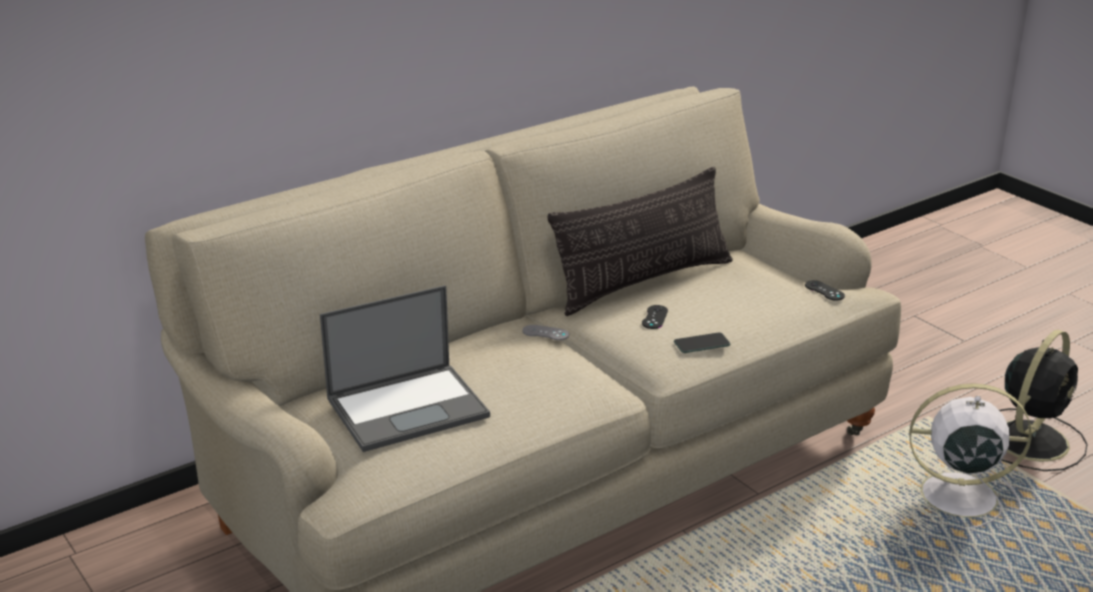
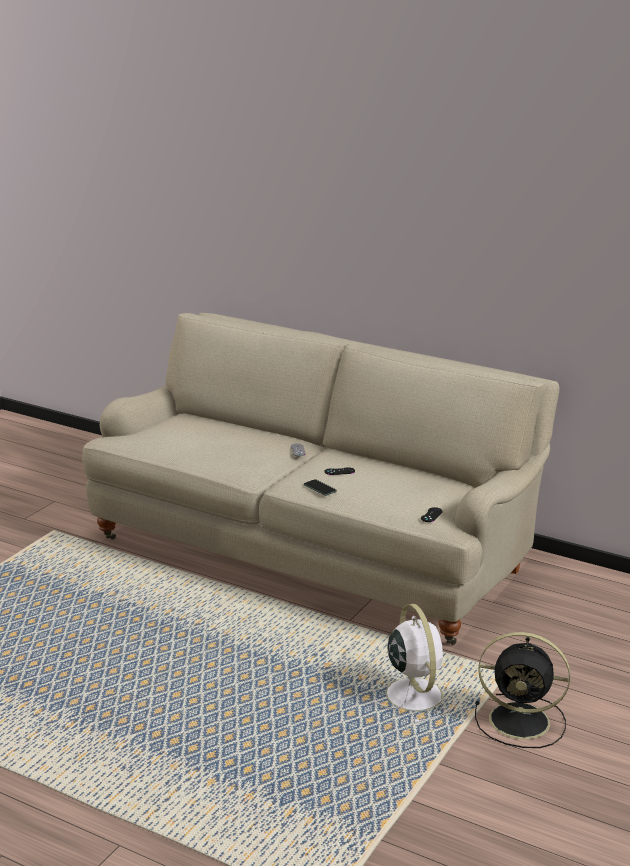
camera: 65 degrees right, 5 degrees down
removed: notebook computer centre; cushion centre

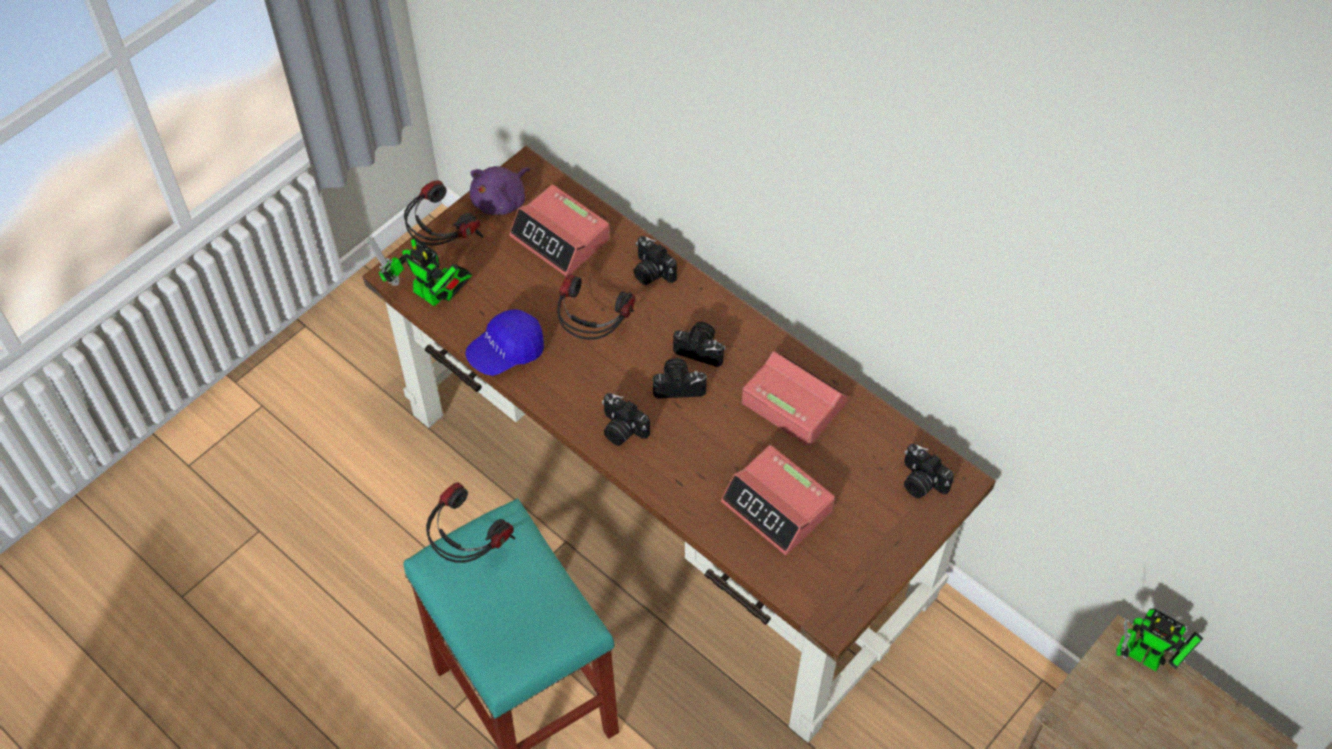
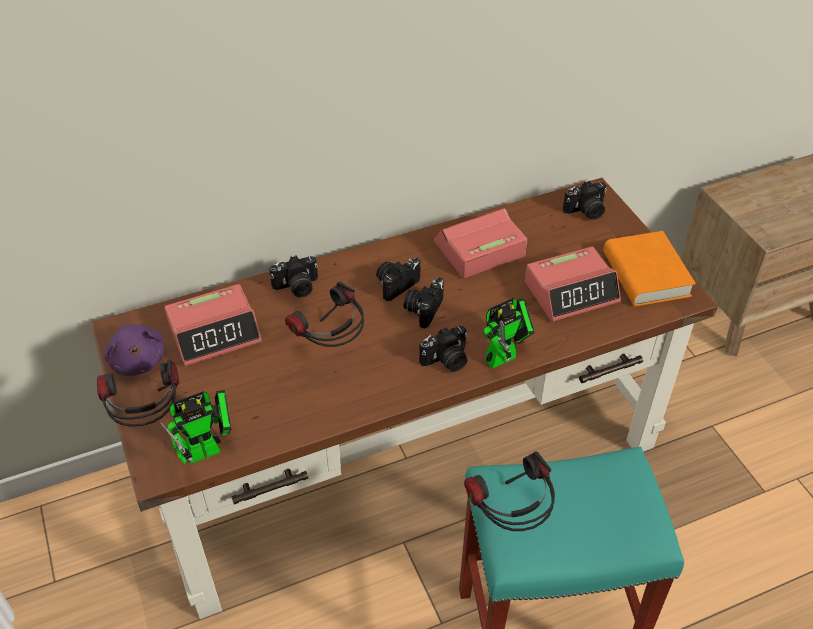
camera: 65 degrees left, 10 degrees down
removed: bluish baseball cap centre
added: orangey bound book middle right
moved: model robot (2nd from left) bottom right to centre

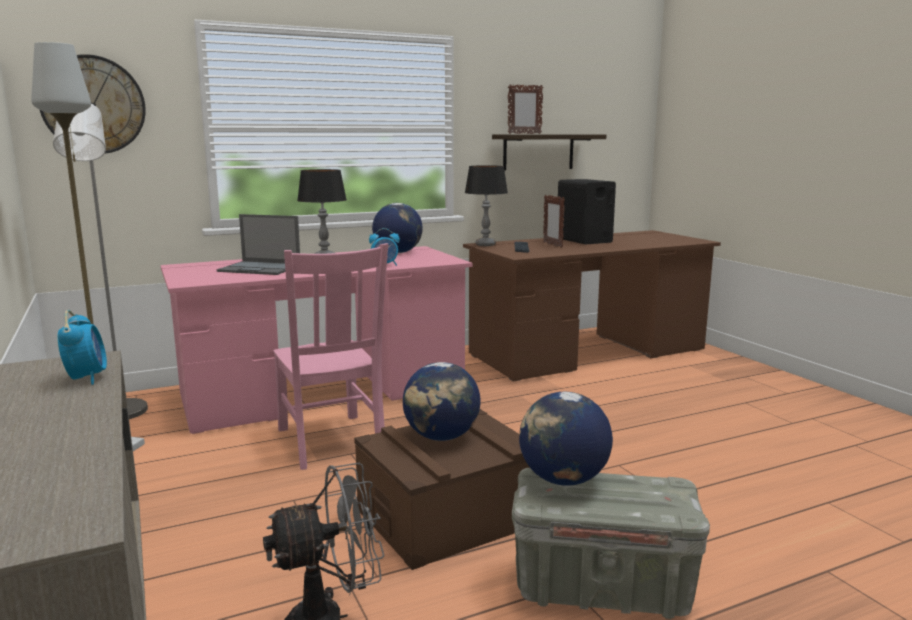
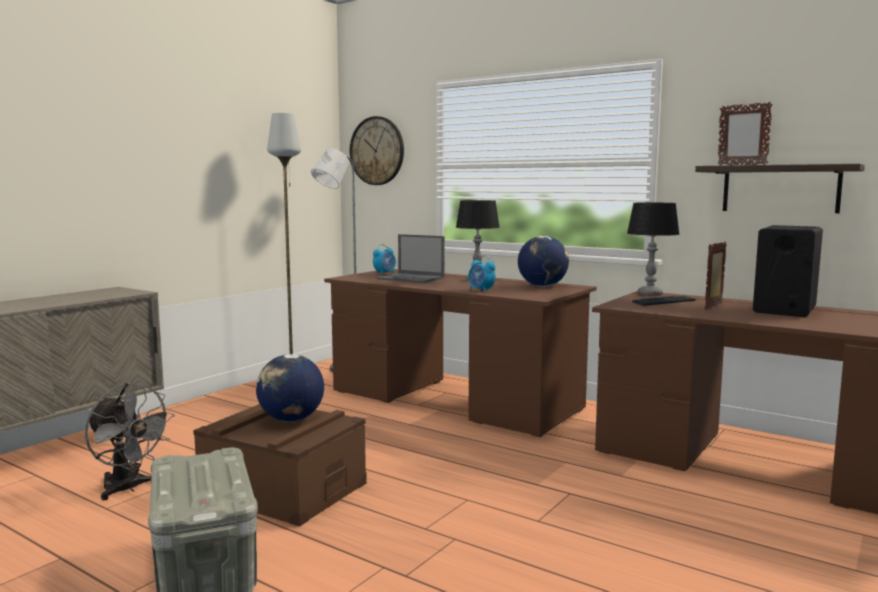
camera: 60 degrees right, 5 degrees down
removed: pink upright chair centre; desk globe (3rd from left) bottom centre
moved: alarm clock (1st from left) middle left to centre
recoloured: pink desk unit centre to brown desk unit (1st from left) centre
turned: notebook computer middle left = centre 45 degrees counterclockwise

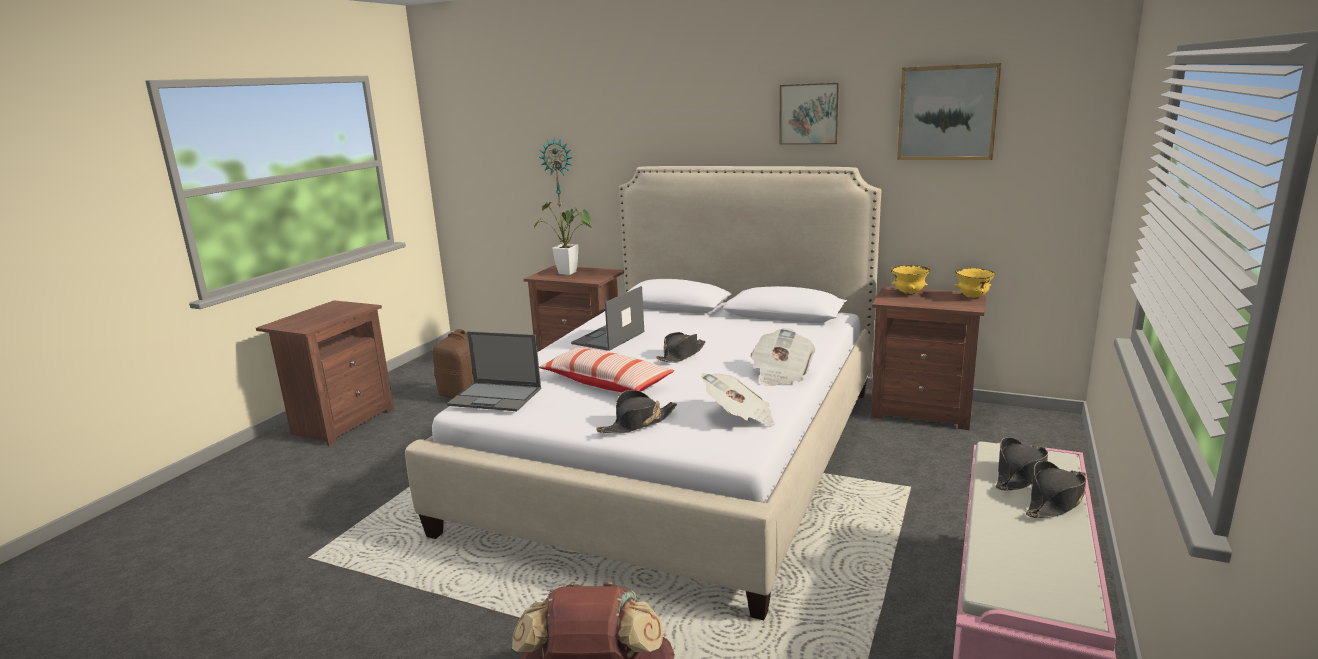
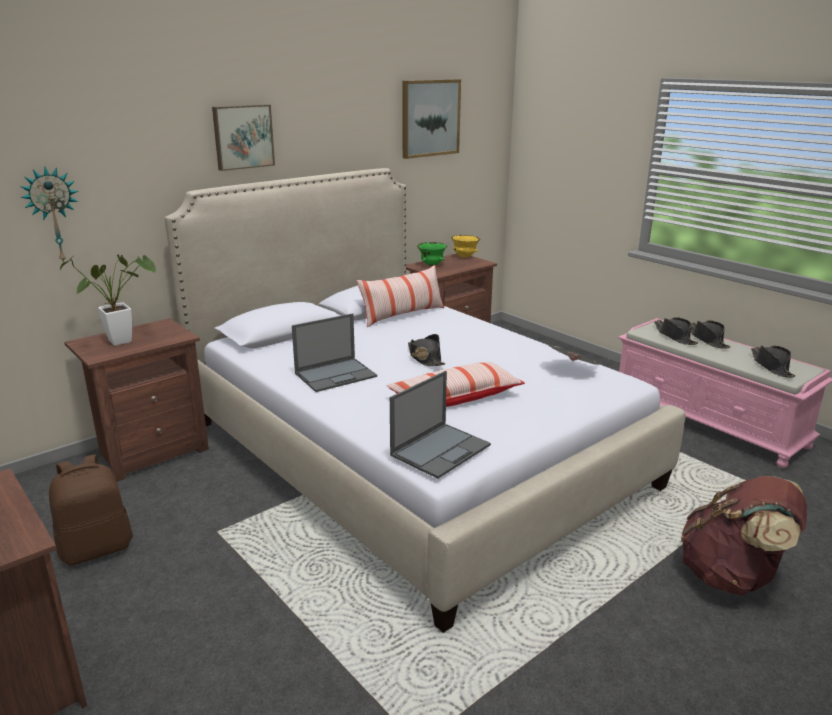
camera: 65 degrees left, 5 degrees up
removed: newspaper (2nd from left) centre
added: cushion (1st from left) centre
moved: black-coloured hat (1st from left in the first image) centre to black-coloured hat (4th from left) middle right; wall picture (1st from left) top centre to top left
recoloured: yellow bowl (1st from left) middle right to greenish bowl centre
turned: notebook computer (2nd from left in the first image) centre = centre 90 degrees counterclockwise

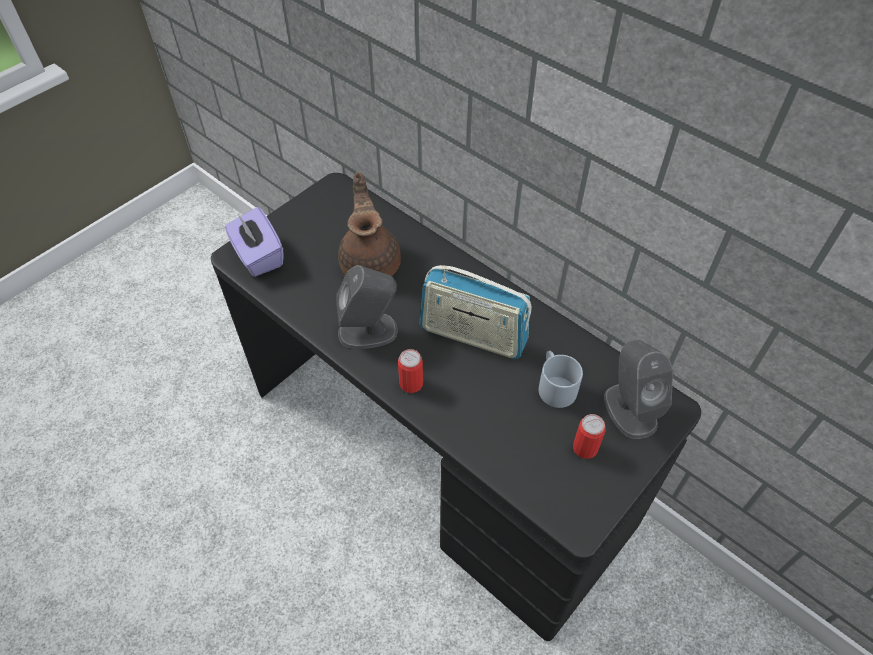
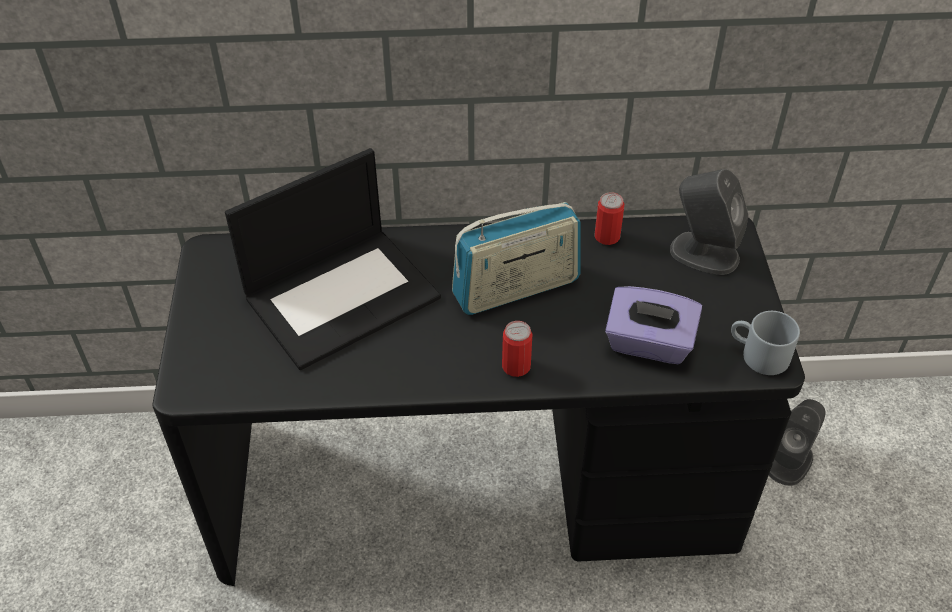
camera: 45 degrees left, 5 degrees down
moved: purple box of tissues middle left to middle right; grey audio speaker (1st from left in the first image) centre to grey audio speaker (2nd from left) bottom right; grey tea mug centre to middle right; sealed can (2nd from left) middle right to centre
replaced: brown pot for tea centre to notebook computer centre

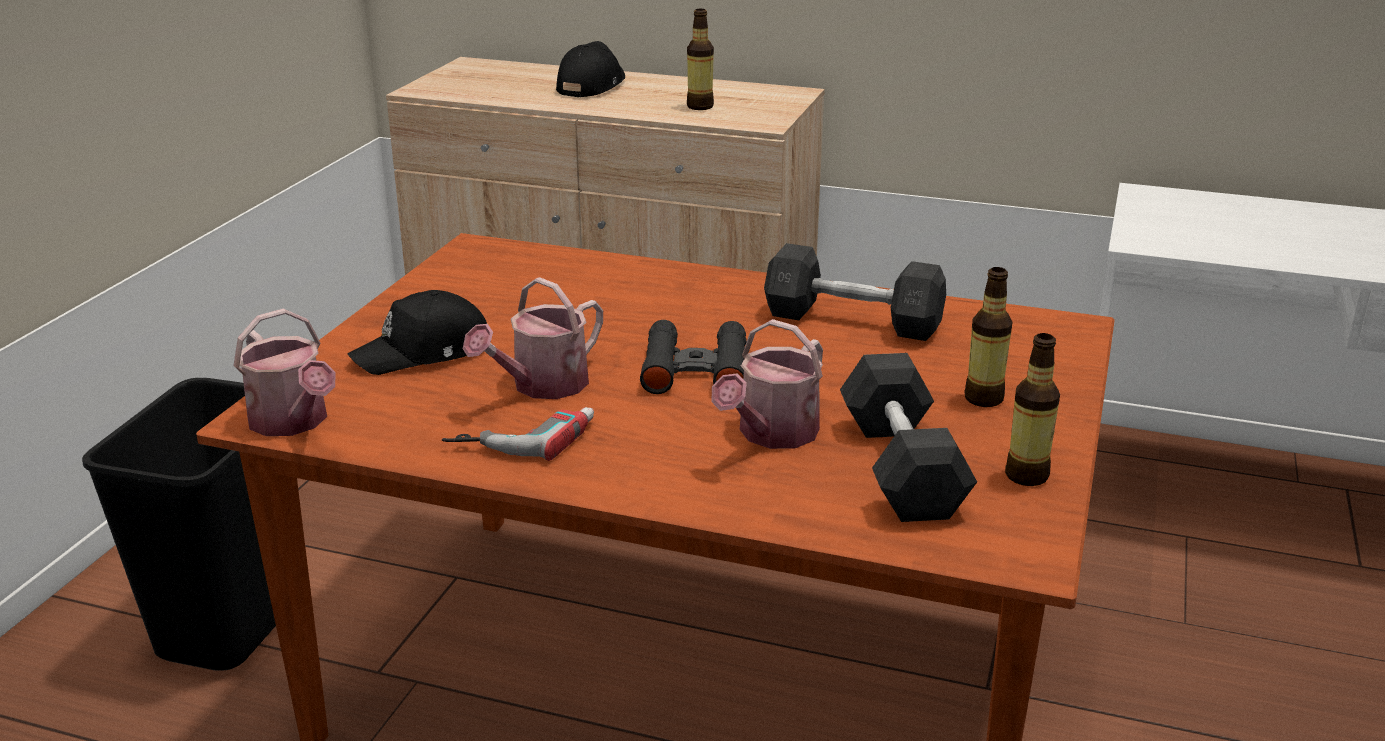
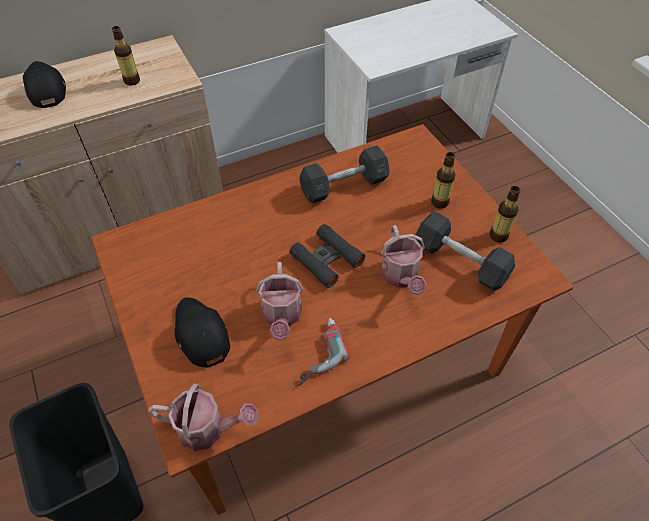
camera: 45 degrees left, 25 degrees up
turned: black-coloured baseball cap (1st from left in the first image) middle left = middle left 135 degrees clockwise

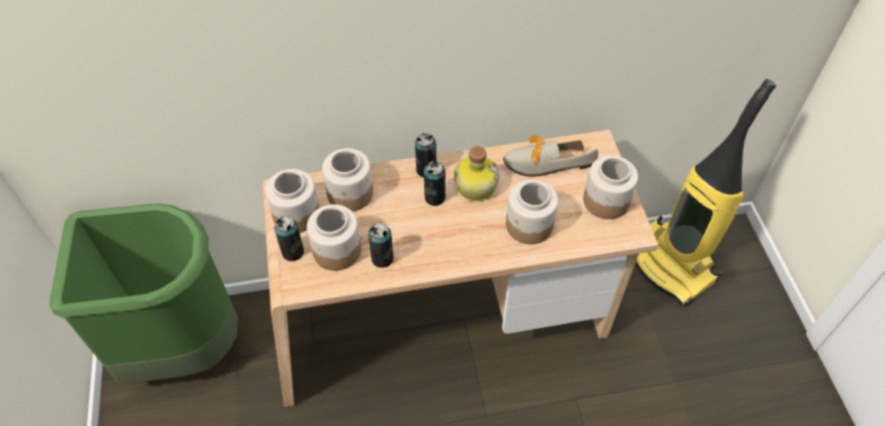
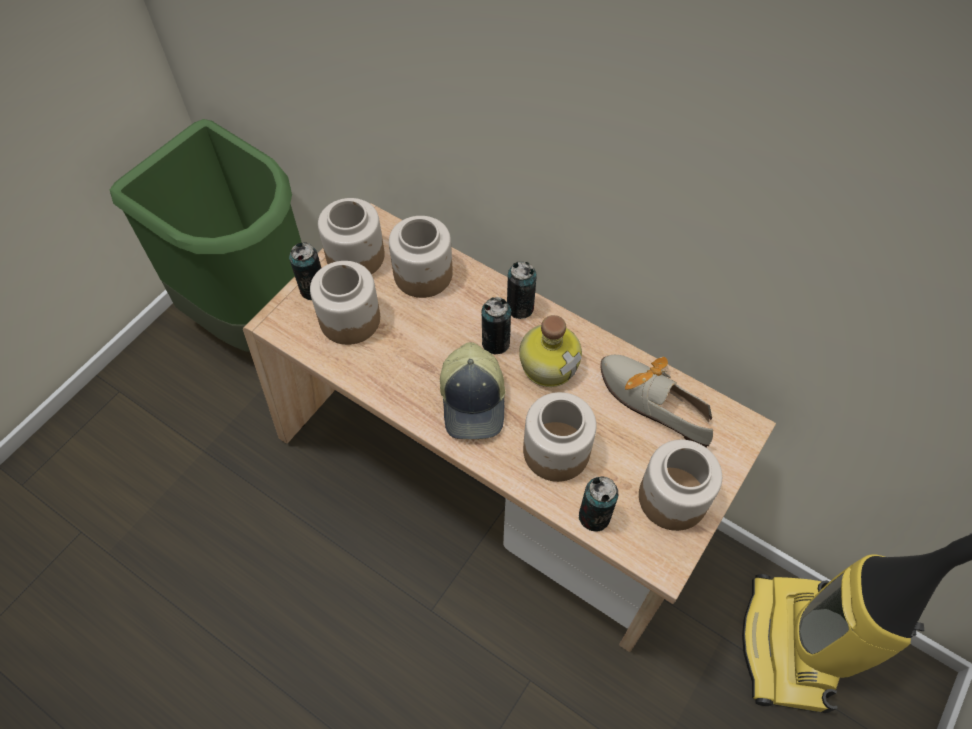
camera: 45 degrees right, 5 degrees up
added: baseball cap centre
moved: sealed can (2nd from left in the first image) centre to sealed can (4th from left) bottom centre

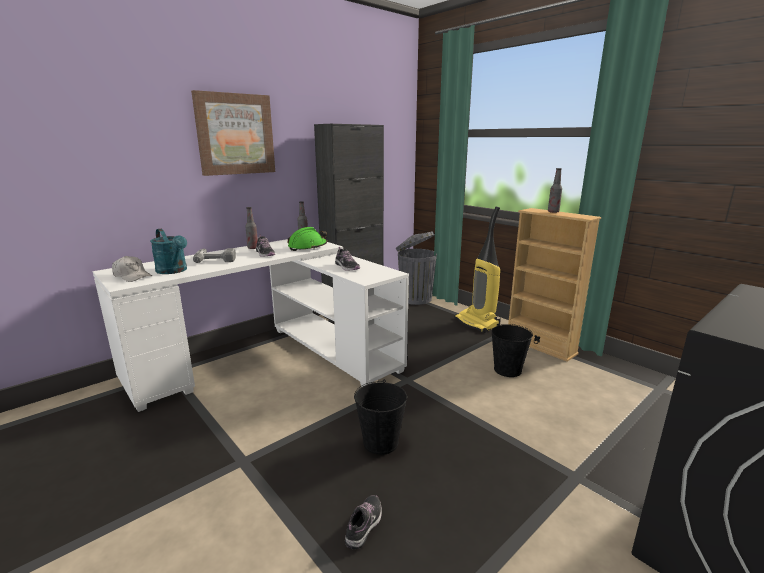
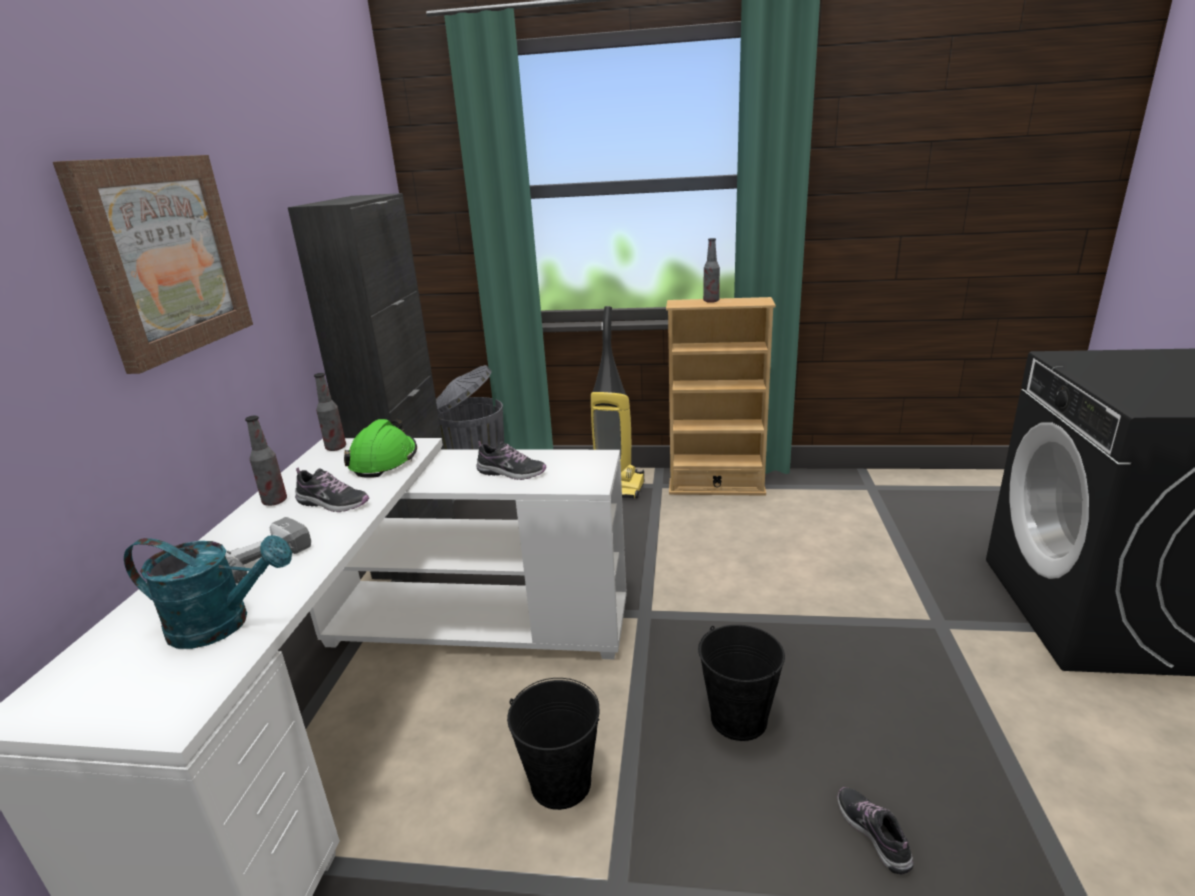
camera: 40 degrees left, 5 degrees up
removed: white-coloured baseball cap middle left
moved: black-coloured water bucket (2nd from left in the first image) middle right to black-coloured water bucket (1st from left) bottom centre

